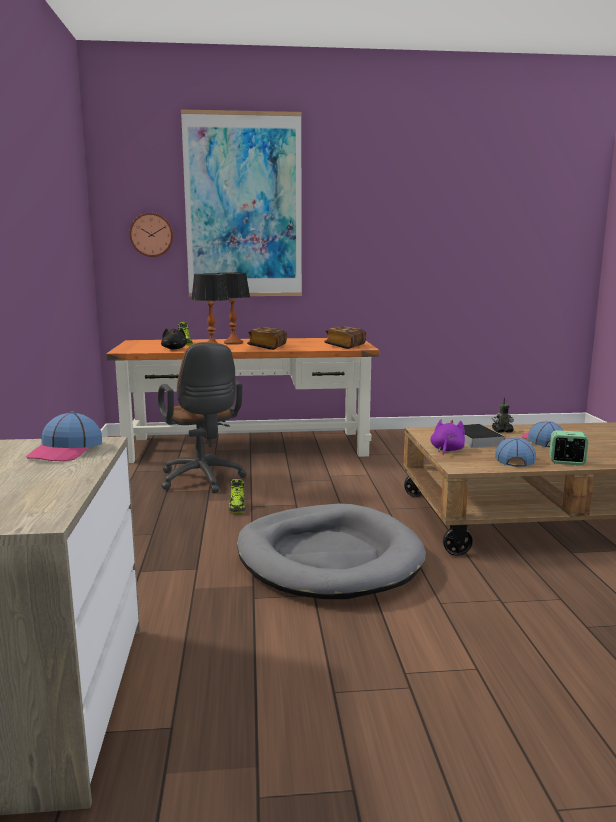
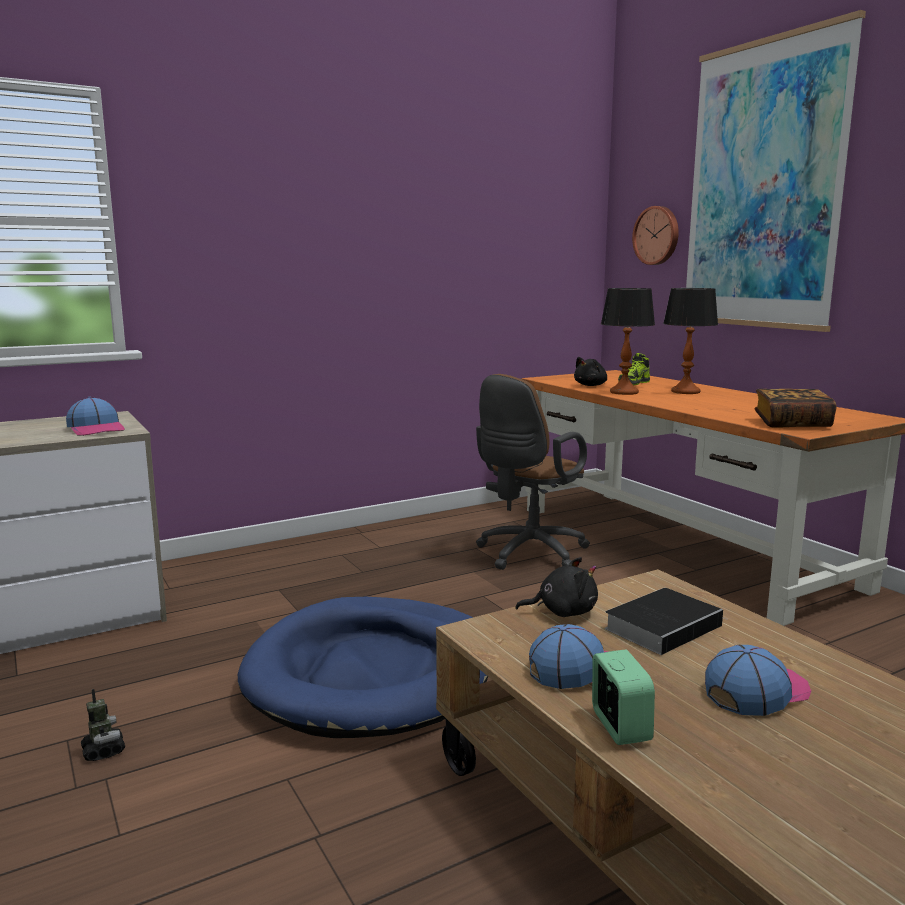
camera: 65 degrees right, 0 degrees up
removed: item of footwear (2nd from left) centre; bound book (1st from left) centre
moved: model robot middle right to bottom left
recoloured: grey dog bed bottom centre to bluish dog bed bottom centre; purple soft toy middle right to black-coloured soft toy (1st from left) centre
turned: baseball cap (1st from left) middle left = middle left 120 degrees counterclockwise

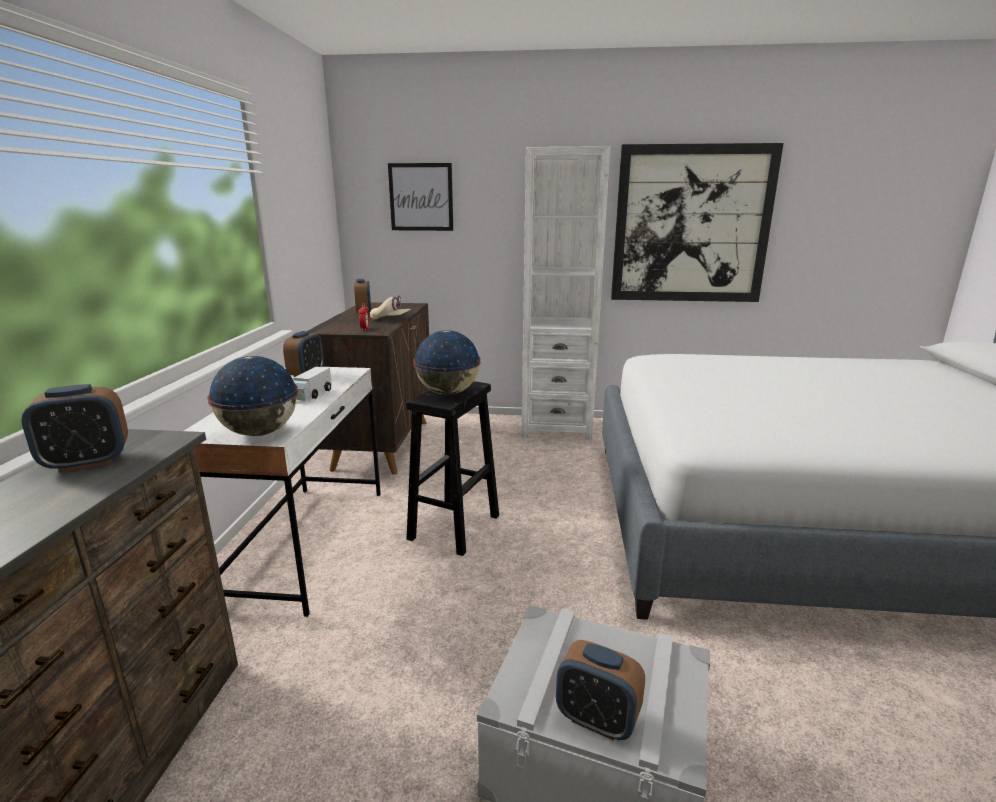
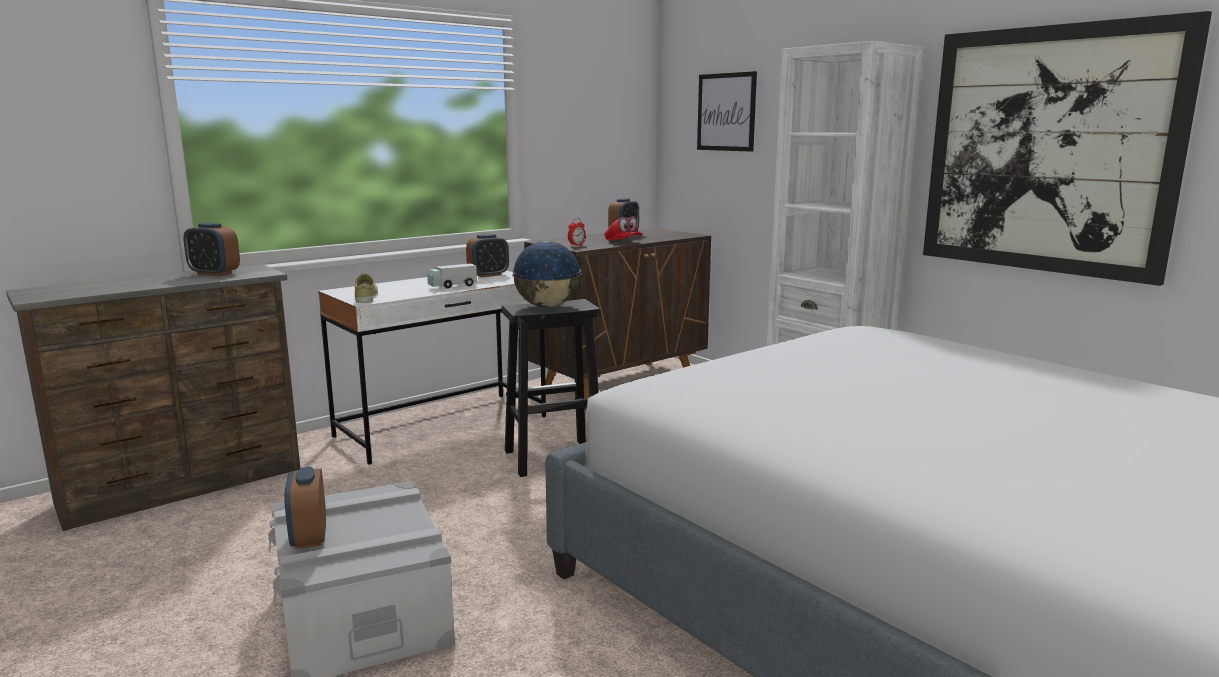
camera: 45 degrees right, 5 degrees down
replaced: desk globe (1st from left) middle left to beige-coloured item of footwear middle left
recoloured: beige-coloured baseball cap centre to reddish baseball cap centre

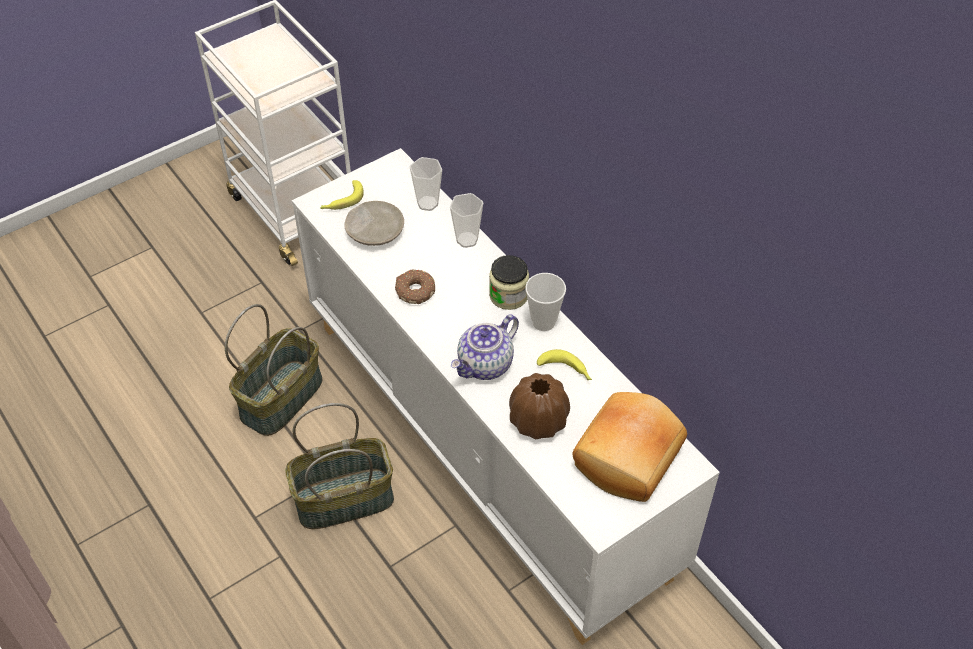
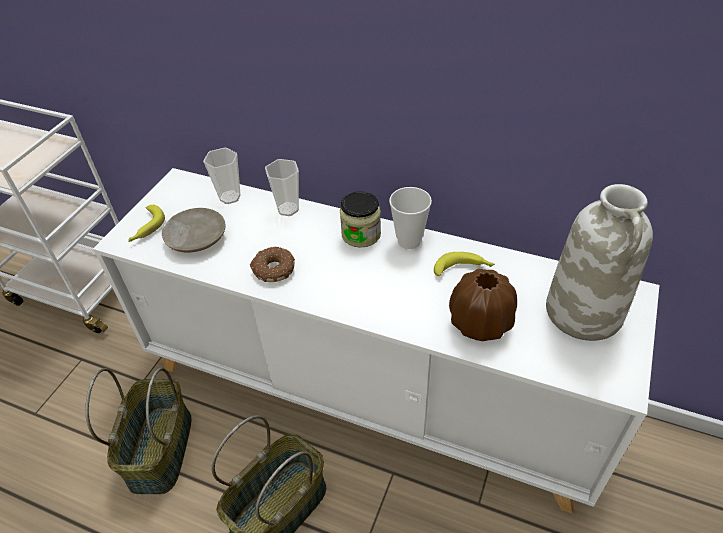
camera: 30 degrees left, 5 degrees down
removed: pot for tea centre
replaced: bread bottom centre to white-coloured decorative vase middle right

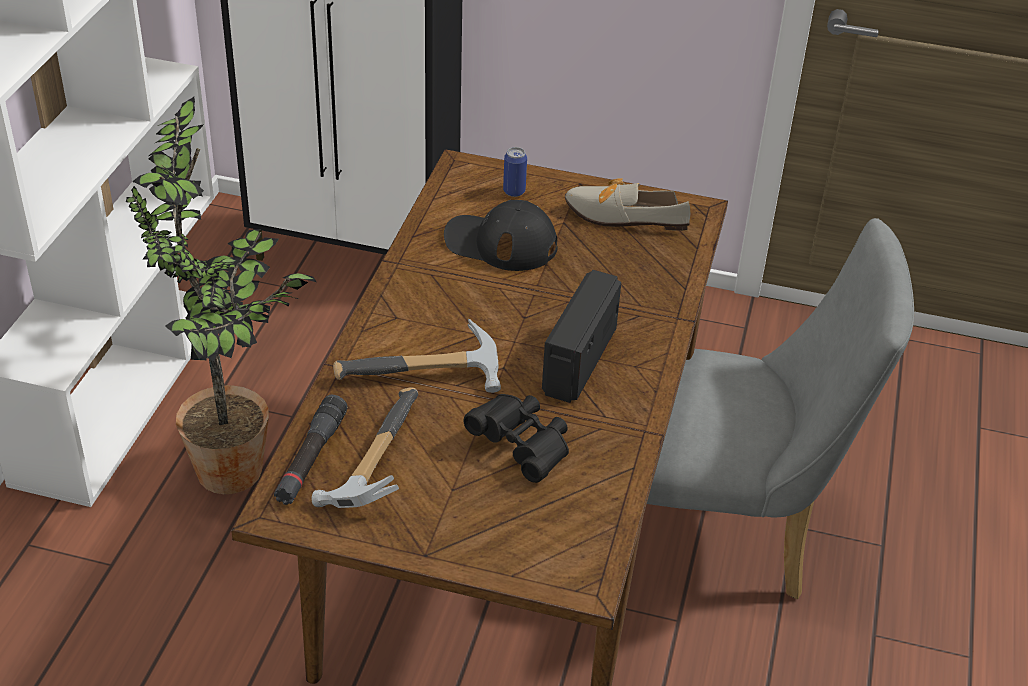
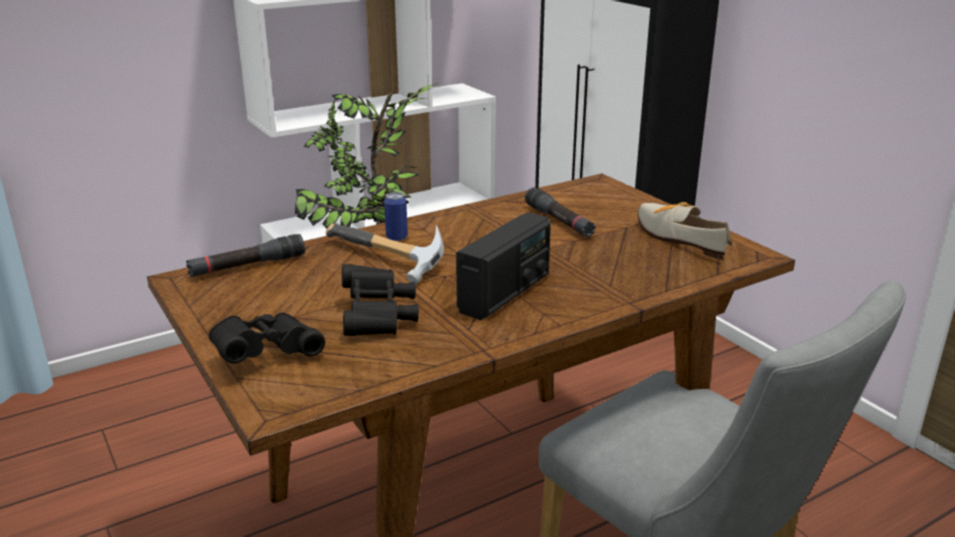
camera: 45 degrees right, 15 degrees down
removed: hand hammer (1st from left) centre
added: black-coloured pair of binoculars (1st from left) middle left
moved: sealed can top centre to centre
replaced: black-coloured baseball cap centre to black-coloured flashlight (2nd from left) centre
turned: radio set centre = centre 150 degrees clockwise

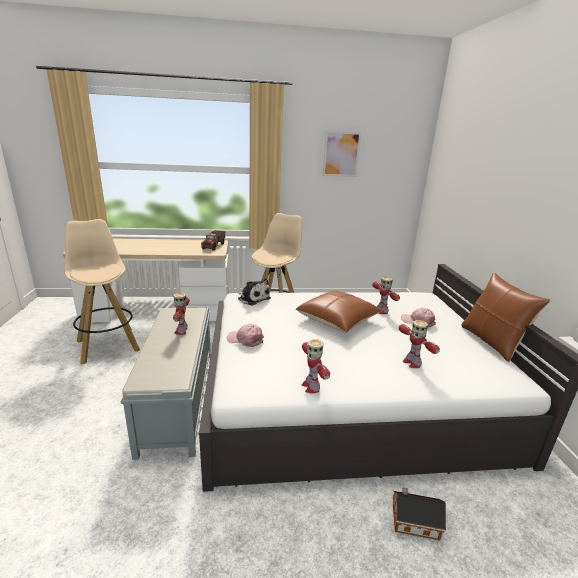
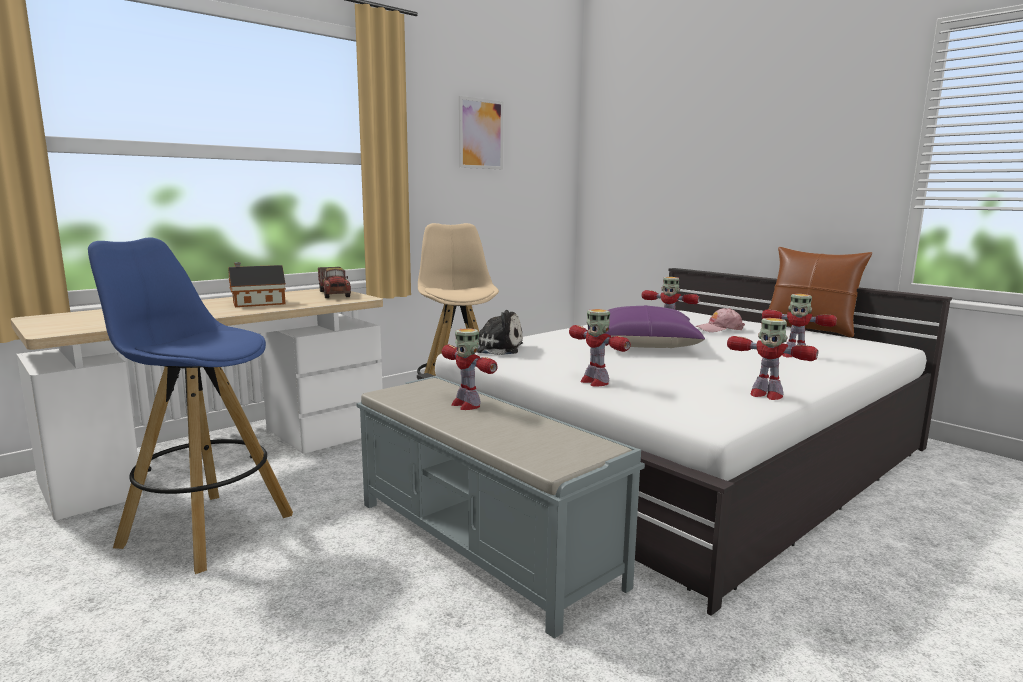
camera: 35 degrees left, 10 degrees down
moved: toy house bottom right to middle left
replaced: pink baseball cap (1st from left) centre to model robot (2nd from left) centre
recoloured: beige-coloured stool (1st from left) middle left to bluish stool middle left; brown cushion (1st from left) centre to purple cushion centre

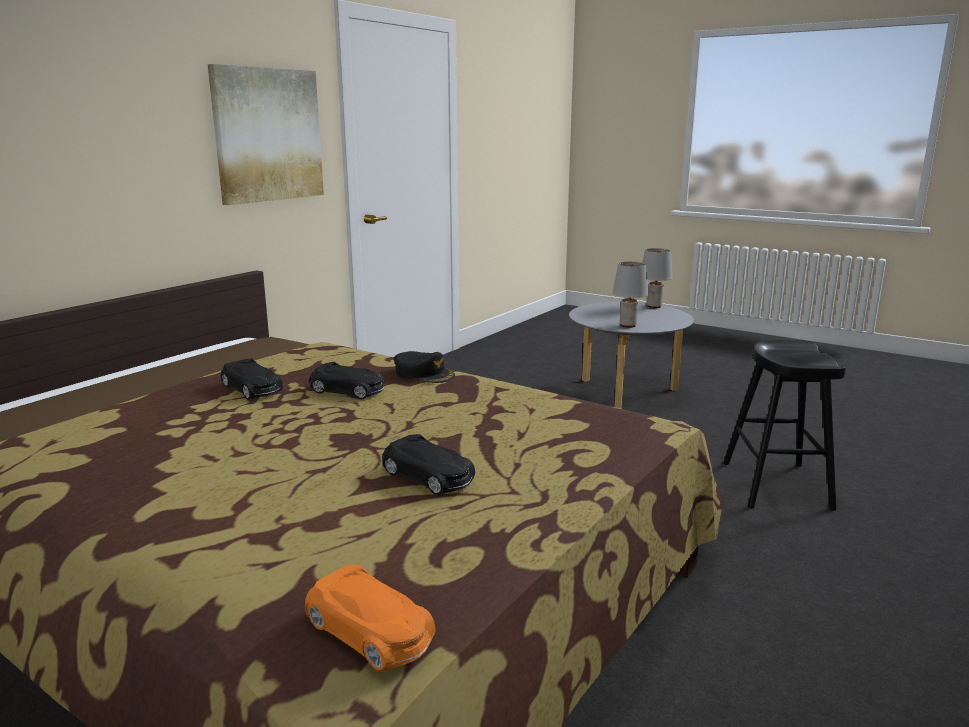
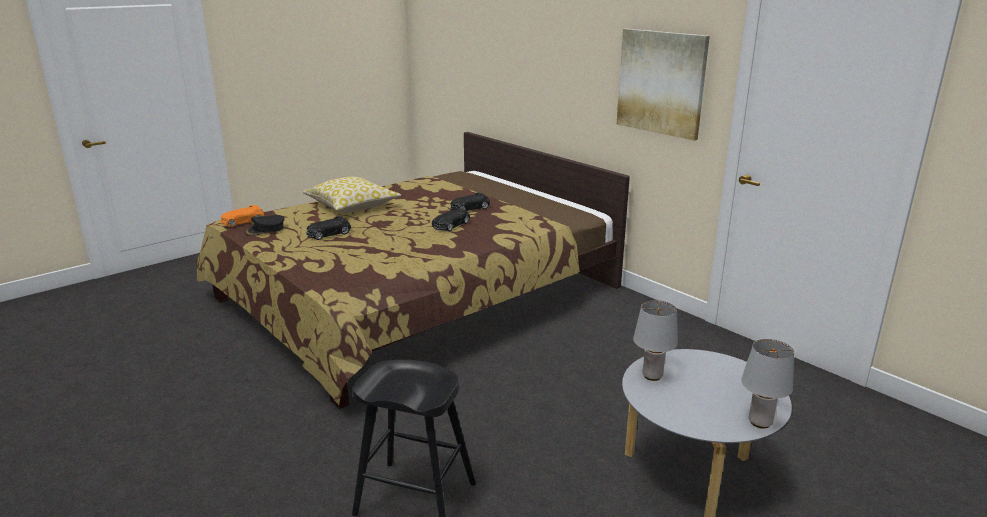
camera: 105 degrees right, 5 degrees up
added: cushion centre
moved: black-coloured baseball cap centre to middle left

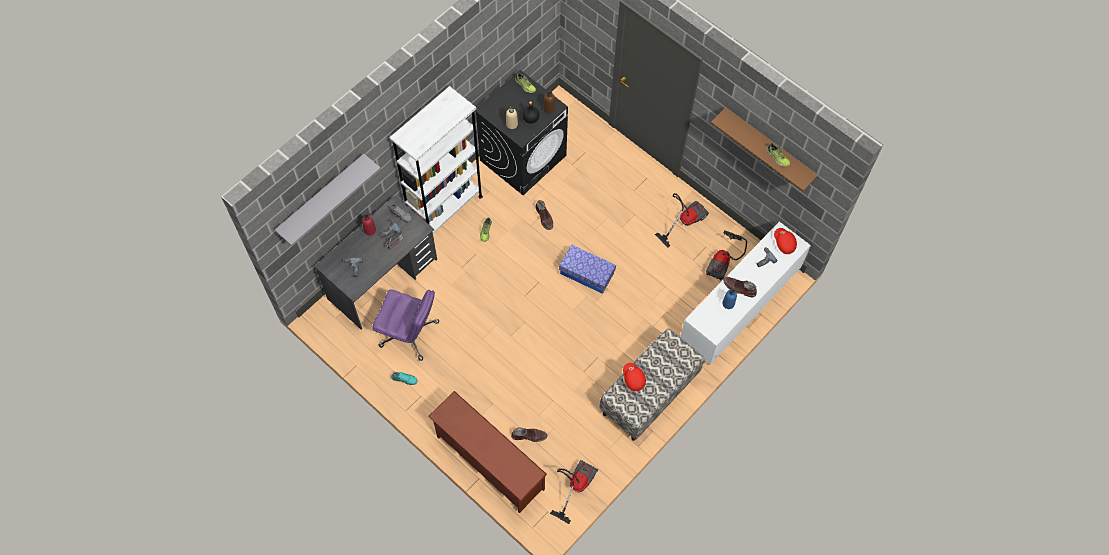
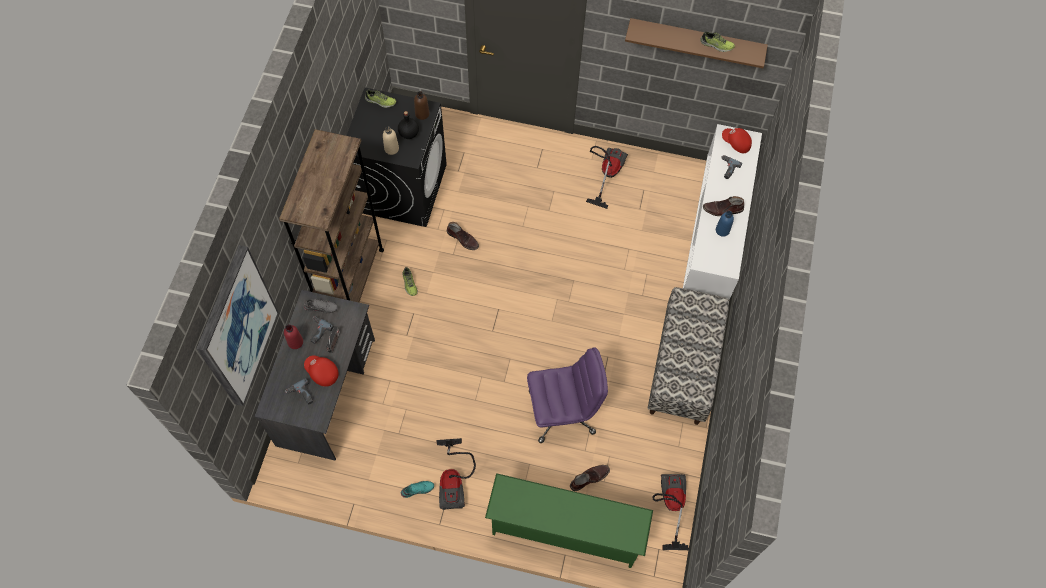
camera: 30 degrees left, 0 degrees up
removed: storage container centre
moved: purple computer chair centre to bottom centre; reddish baseball cap (1st from left) bottom centre to middle left; hoover (3rd from left in the first image) centre to hoover (1st from left) bottom centre
replaced: grey shelf middle left to wall picture middle left
recoloured: white-coloured shelving unit top centre to brown shelving unit middle left; brown shoe shelf bottom centre to greenish shoe shelf bottom centre

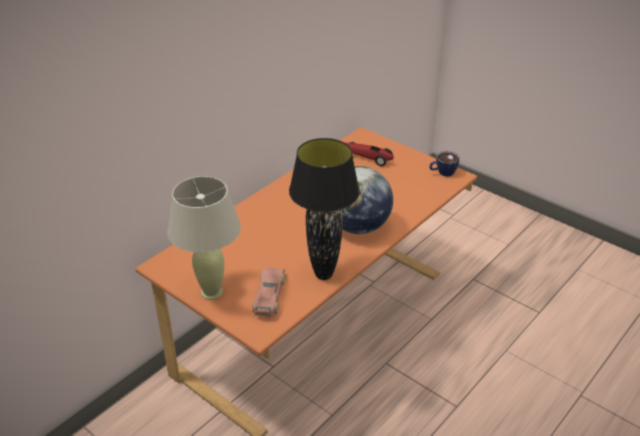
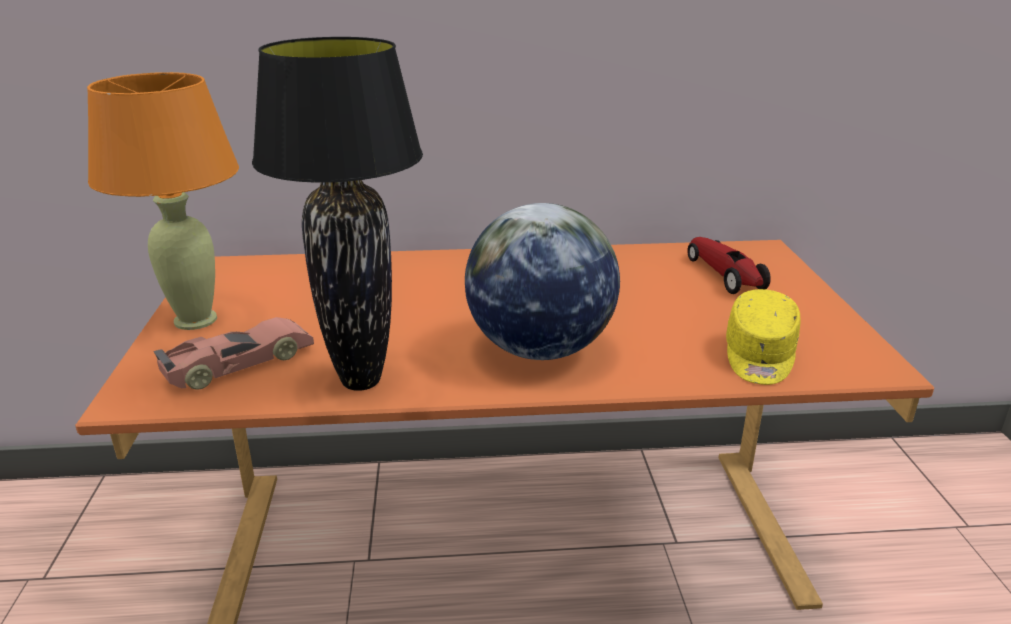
camera: 45 degrees right, 10 degrees down
removed: small cup middle right
added: yellow baseball cap middle right
recoloured: beige-coloured table lamp middle left to orangey table lamp top left

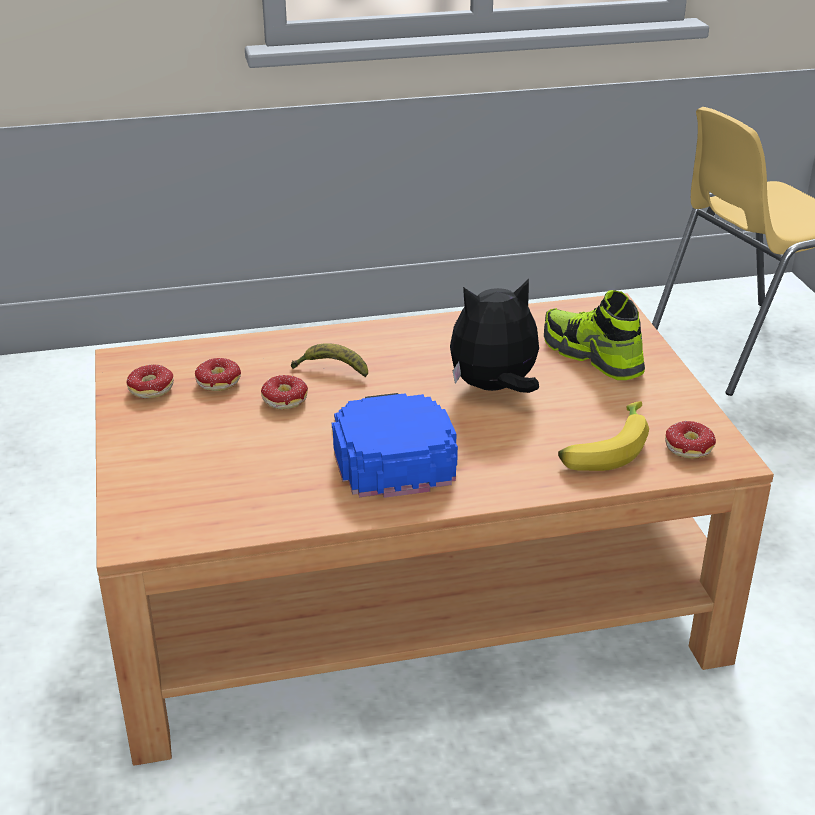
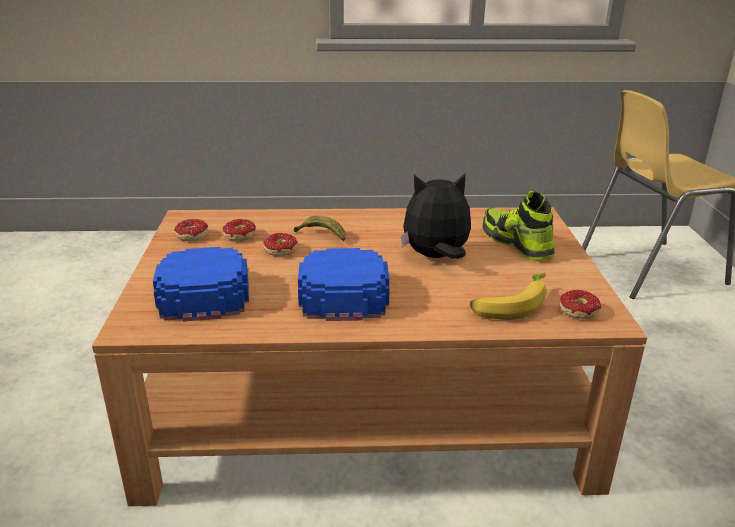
camera: 10 degrees right, 5 degrees down
added: bluish baseball cap (1st from left) middle left

